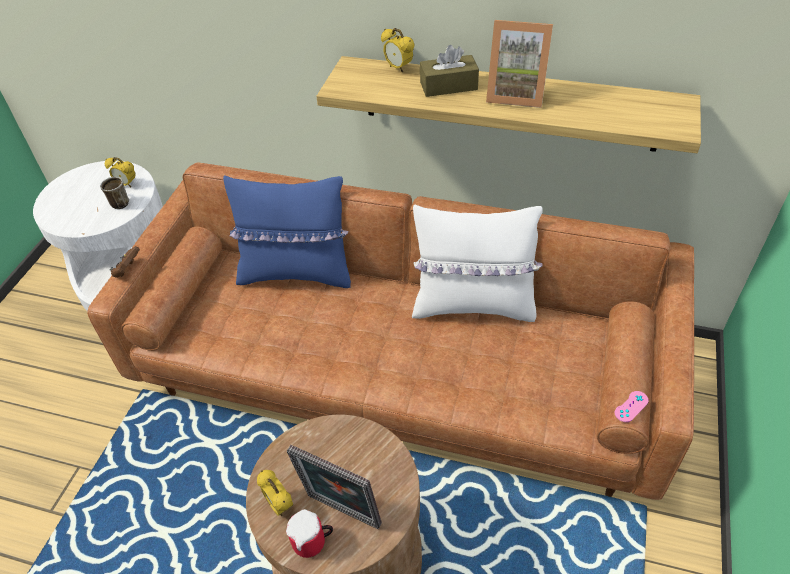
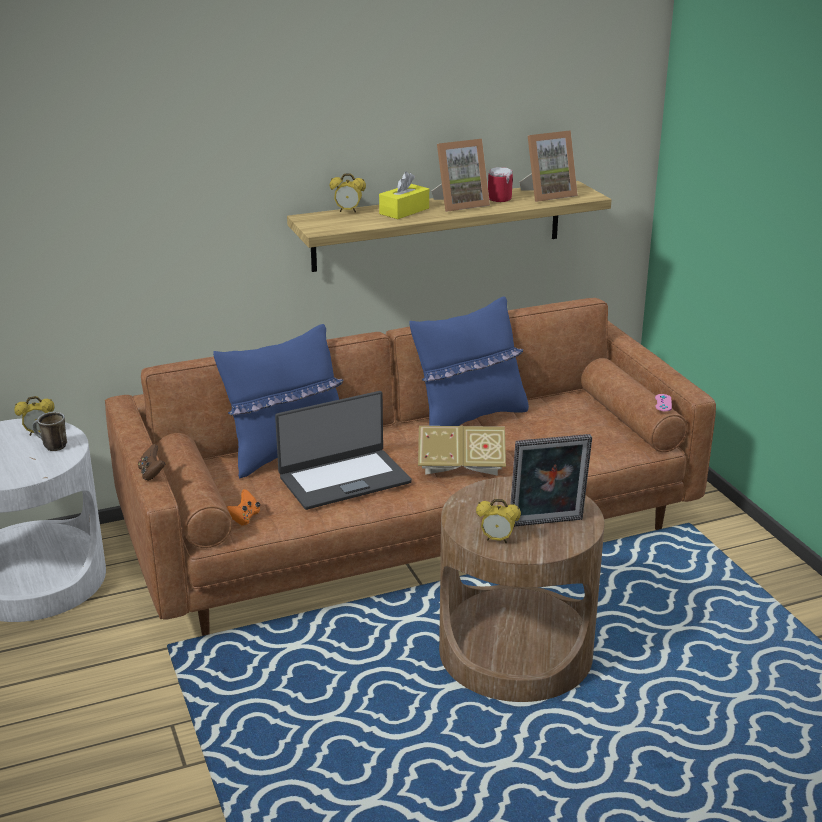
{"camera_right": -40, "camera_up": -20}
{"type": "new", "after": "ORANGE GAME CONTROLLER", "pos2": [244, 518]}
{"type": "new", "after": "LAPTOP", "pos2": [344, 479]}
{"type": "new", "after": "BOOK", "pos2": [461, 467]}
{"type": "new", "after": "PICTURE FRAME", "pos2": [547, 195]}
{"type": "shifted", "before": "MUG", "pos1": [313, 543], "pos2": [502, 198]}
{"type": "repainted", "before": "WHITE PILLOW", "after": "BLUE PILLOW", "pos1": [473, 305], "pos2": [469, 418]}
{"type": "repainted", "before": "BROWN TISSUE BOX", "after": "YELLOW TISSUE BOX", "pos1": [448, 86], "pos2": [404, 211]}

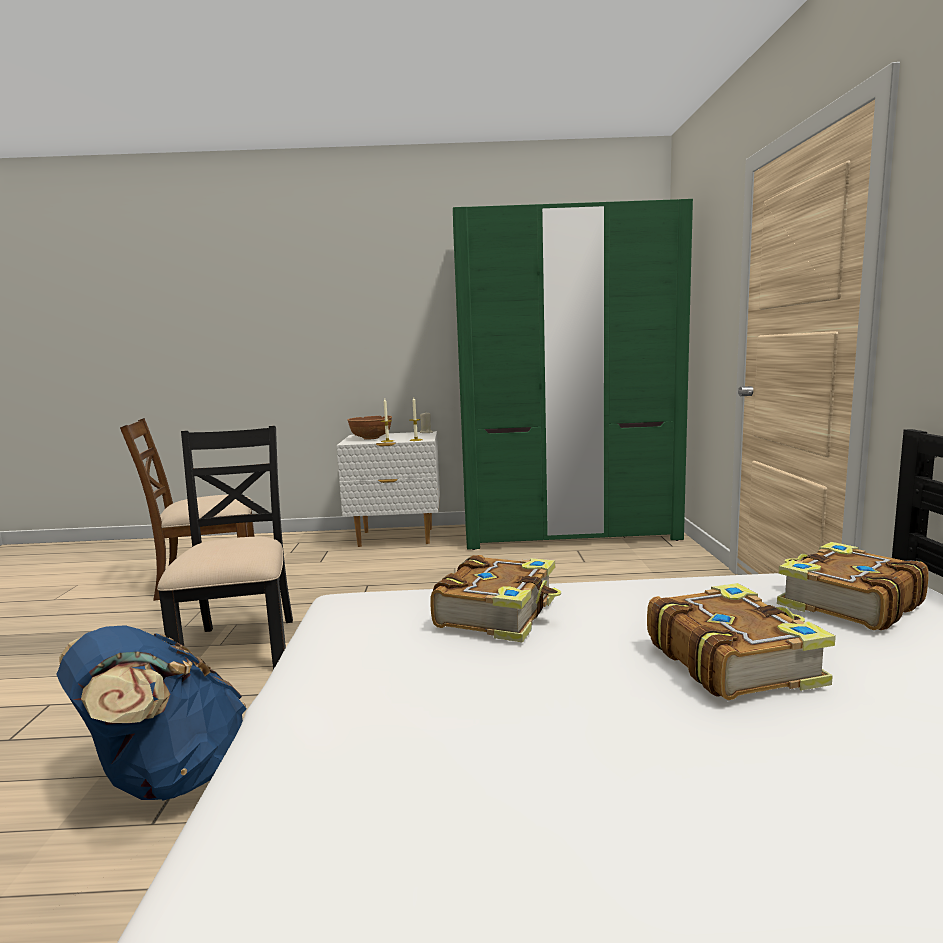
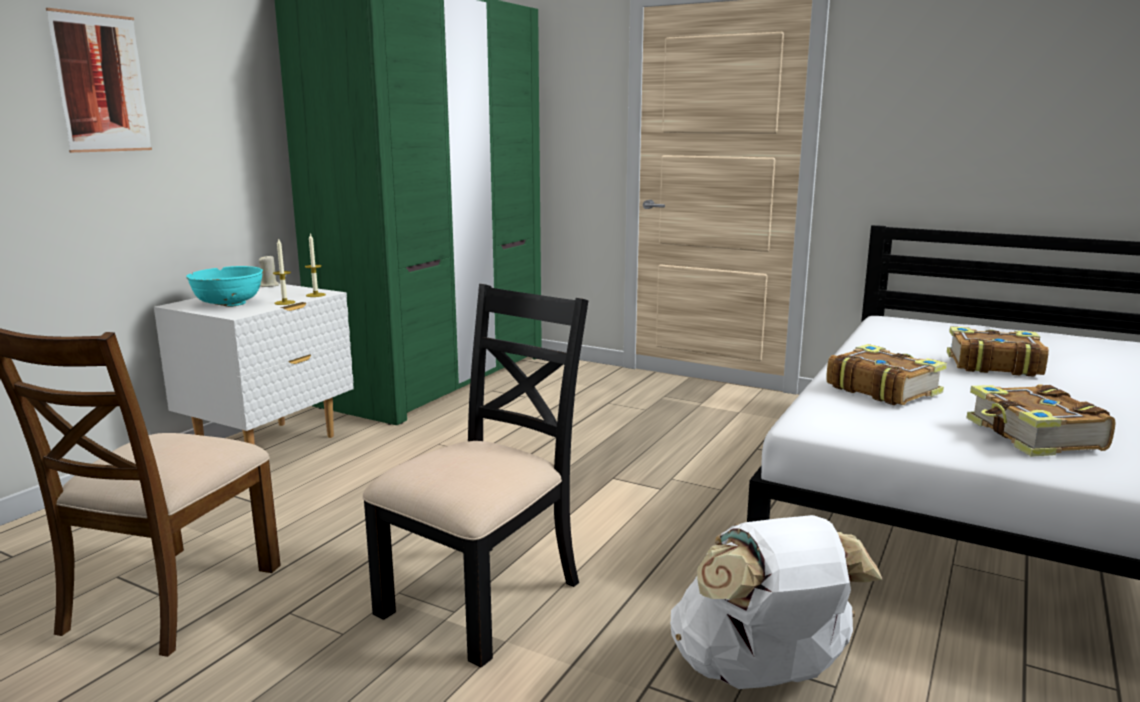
{"camera_right": -60, "camera_up": 5}
{"type": "new", "after": "PICTURE", "pos2": [101, 83]}
{"type": "shifted", "before": "BOOK", "pos1": [847, 603], "pos2": [1034, 436]}
{"type": "repainted", "before": "BLUE BACKPACK", "after": "WHITE BACKPACK", "pos1": [165, 779], "pos2": [761, 674]}
{"type": "repainted", "before": "BROWN BOWL", "after": "TURQUOISE BOWL", "pos1": [371, 438], "pos2": [228, 304]}
{"type": "rotated", "before": "BLACK CHAIR", "pos1": [241, 647], "pos2": [483, 597], "turn": 105}

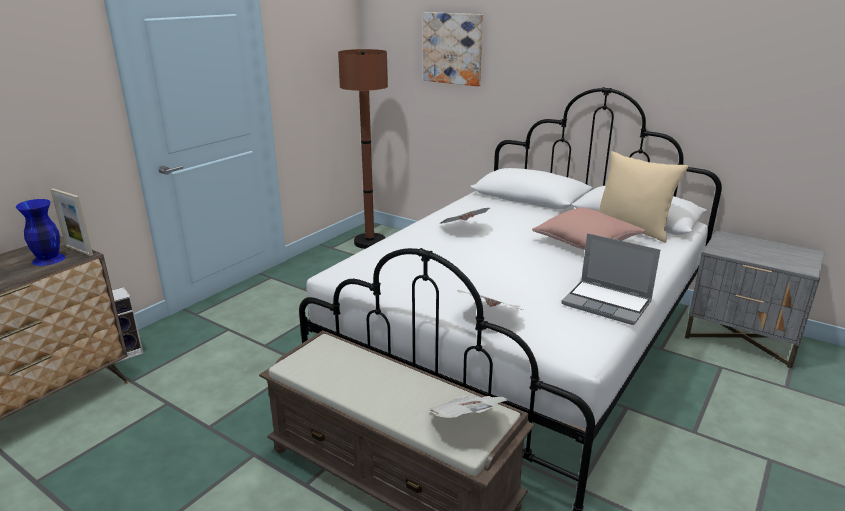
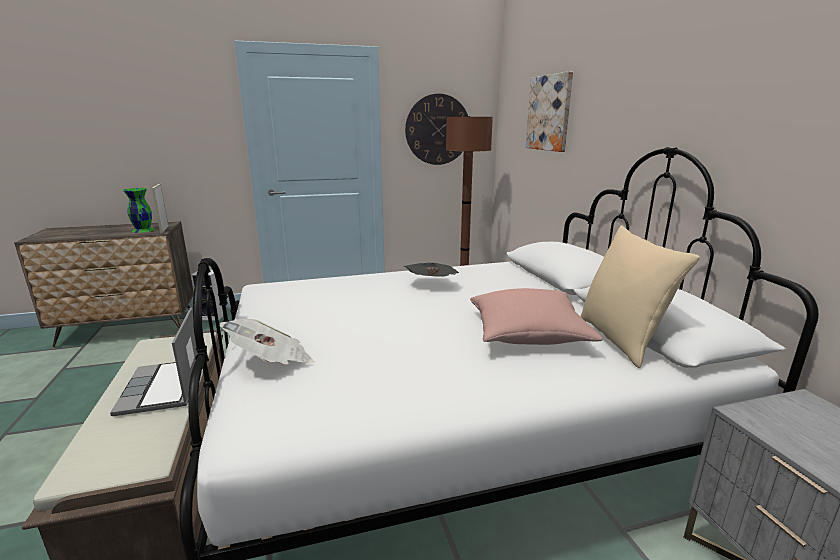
{"camera_right": 40, "camera_up": -5}
{"type": "gone", "before": "NEWSPAPER", "pos1": [466, 421]}
{"type": "new", "after": "WALL CLOCK", "pos2": [437, 130]}
{"type": "shifted", "before": "LAPTOP", "pos1": [608, 303], "pos2": [163, 388]}
{"type": "repainted", "before": "BLUE VASE", "after": "GREEN VASE", "pos1": [48, 259], "pos2": [143, 230]}

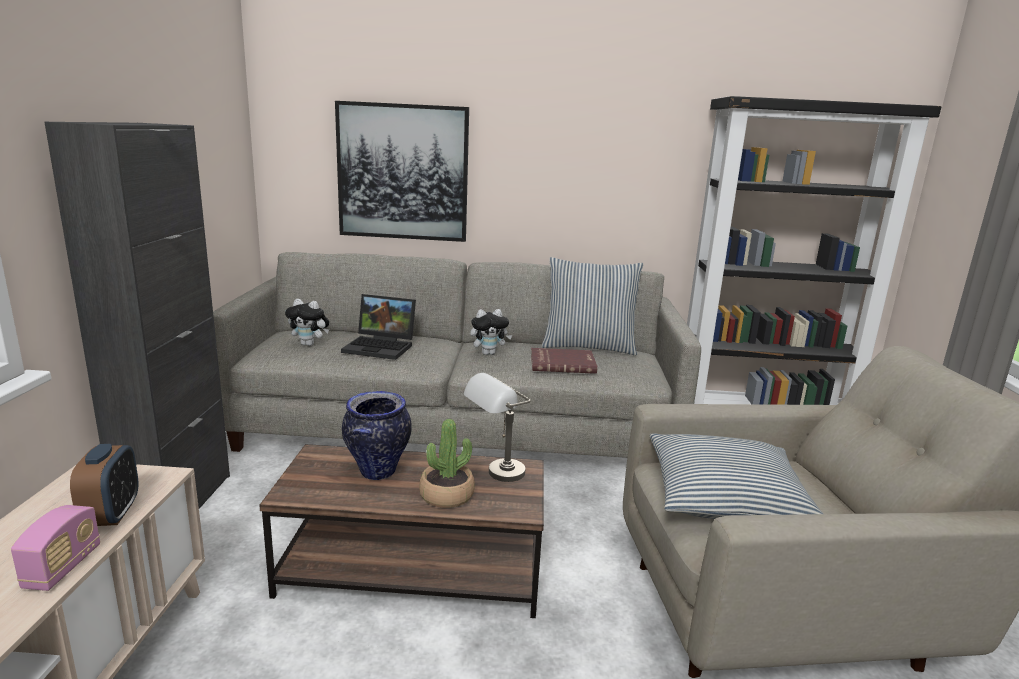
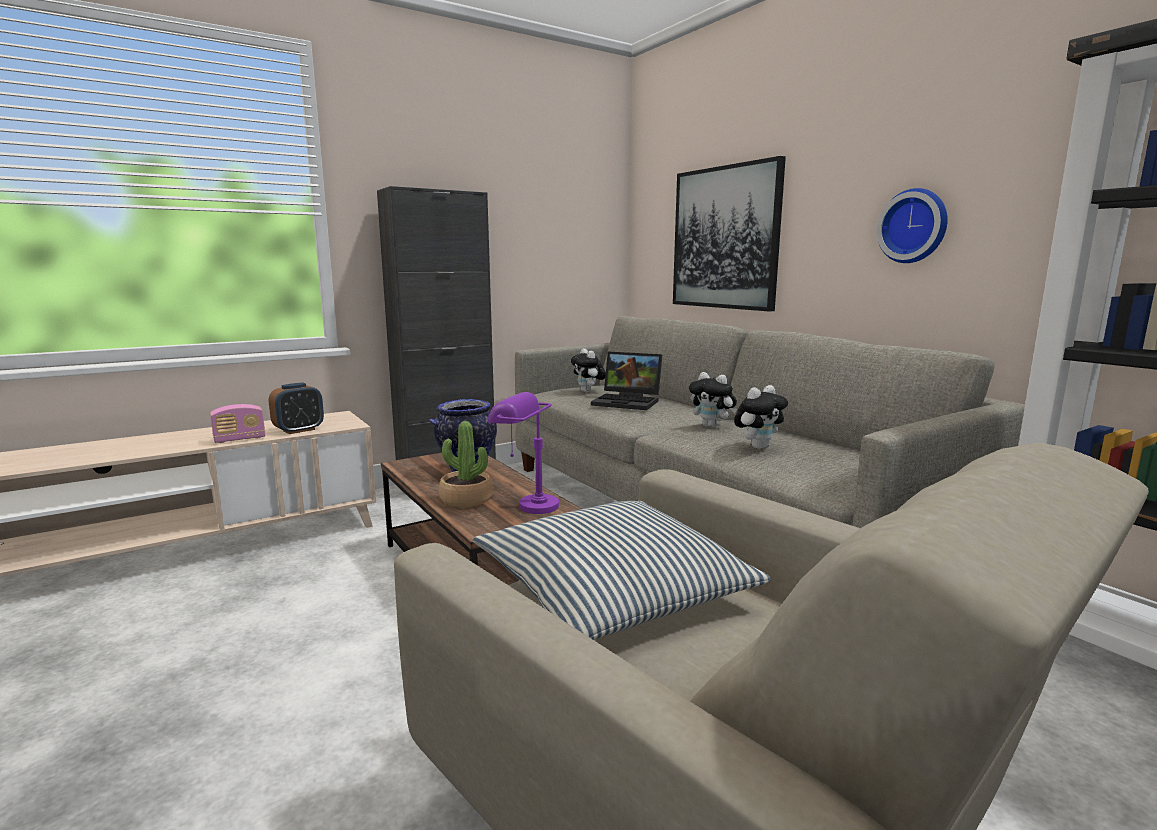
{"camera_right": 55, "camera_up": -5}
{"type": "gone", "before": "PILLOW", "pos1": [588, 347]}
{"type": "new", "after": "WALL CLOCK", "pos2": [914, 226]}
{"type": "swapped", "before": "RED BOOK", "after": "PLUSH TOY", "pos1": [562, 363], "pos2": [758, 446]}
{"type": "repainted", "before": "GREY TABLE LAMP", "after": "PURPLE TABLE LAMP", "pos1": [496, 476], "pos2": [525, 505]}
{"type": "rotated", "before": "LAPTOP", "pos1": [381, 347], "pos2": [628, 402], "turn": -45}

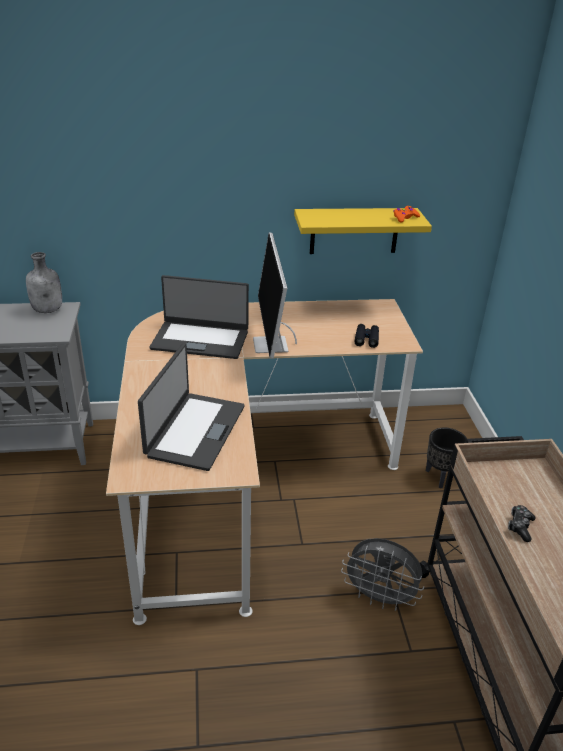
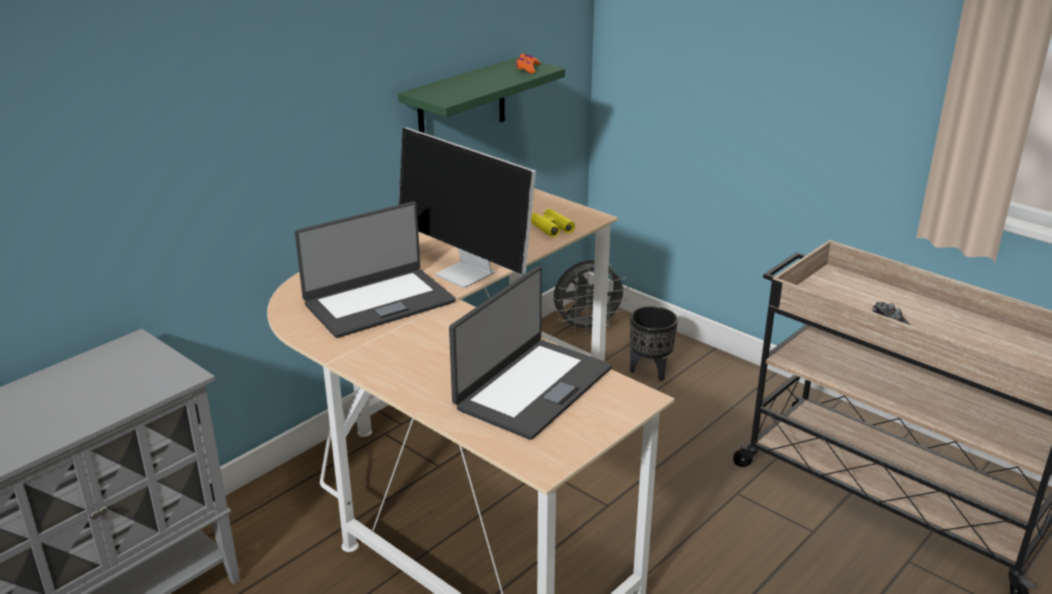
{"camera_right": -40, "camera_up": -5}
{"type": "gone", "before": "GREY BOTTLE", "pos1": [48, 310]}
{"type": "shifted", "before": "GREY FAN", "pos1": [380, 598], "pos2": [587, 327]}
{"type": "repainted", "before": "YELLOW SHELF", "after": "GREEN SHELF", "pos1": [354, 231], "pos2": [462, 104]}
{"type": "repainted", "before": "BLACK BINOCULARS", "after": "YELLOW BINOCULARS", "pos1": [366, 339], "pos2": [551, 228]}
{"type": "rotated", "before": "LAPTOP", "pos1": [194, 430], "pos2": [532, 387], "turn": 60}

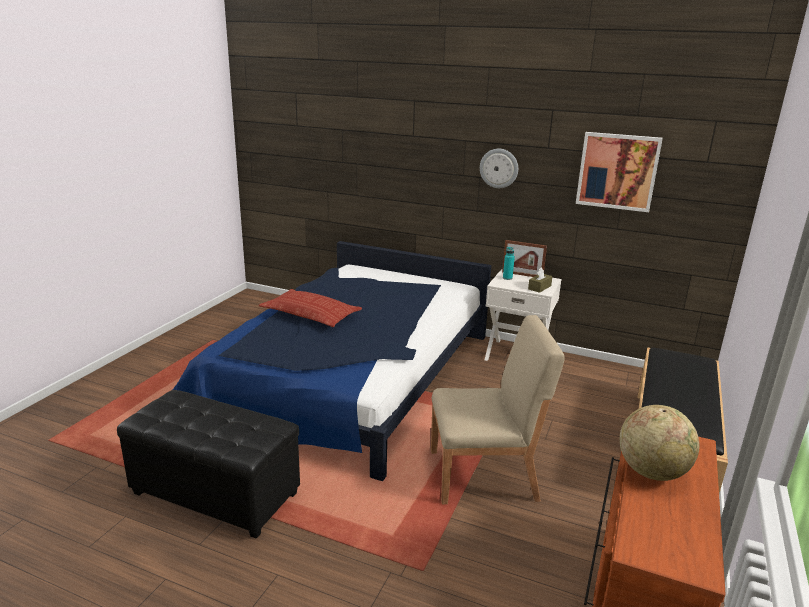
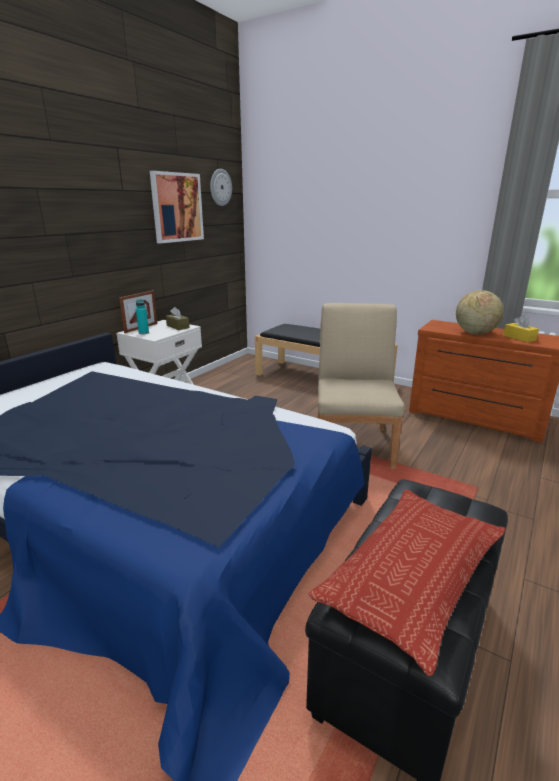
{"camera_right": -80, "camera_up": 0}
{"type": "new", "after": "YELLOW TISSUE BOX", "pos2": [519, 338]}
{"type": "shifted", "before": "PILLOW", "pos1": [310, 314], "pos2": [413, 574]}
{"type": "shifted", "before": "WALL CLOCK", "pos1": [499, 168], "pos2": [220, 187]}

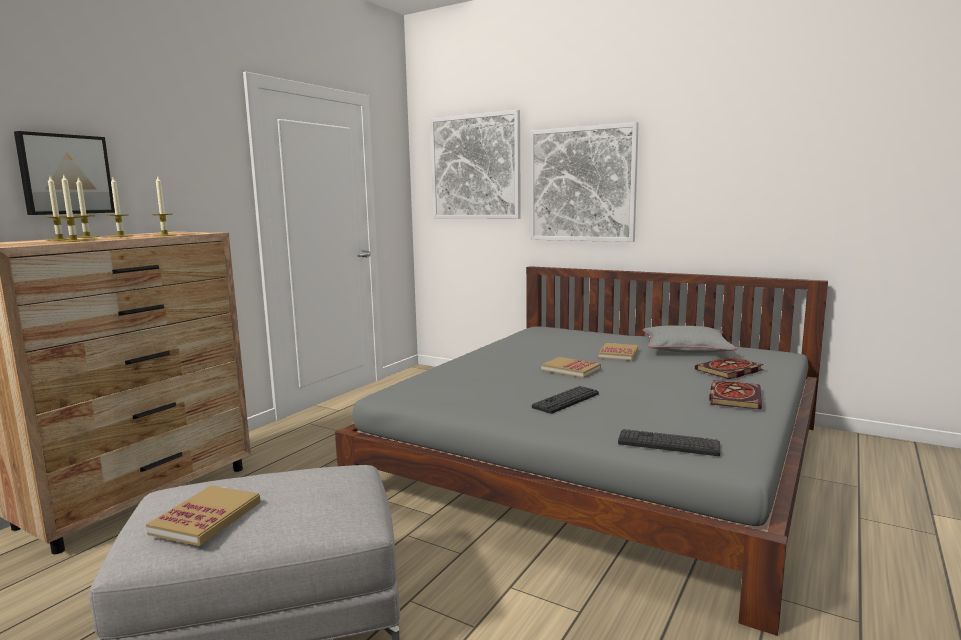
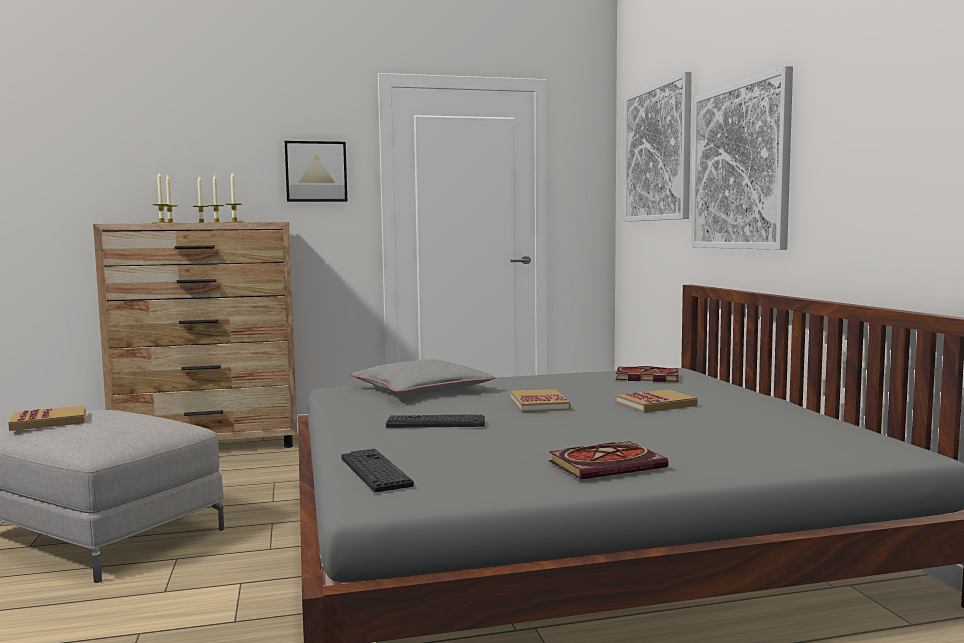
{"camera_right": 45, "camera_up": -5}
{"type": "shifted", "before": "PICTURE", "pos1": [65, 174], "pos2": [316, 172]}
{"type": "shifted", "before": "GREY PILLOW", "pos1": [686, 348], "pos2": [422, 390]}
{"type": "shifted", "before": "BOOK", "pos1": [729, 371], "pos2": [645, 377]}

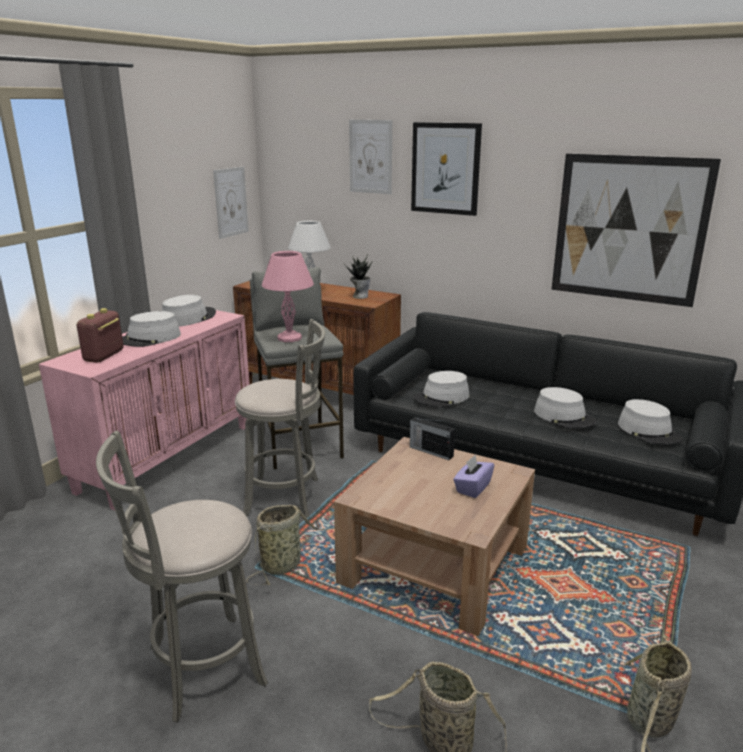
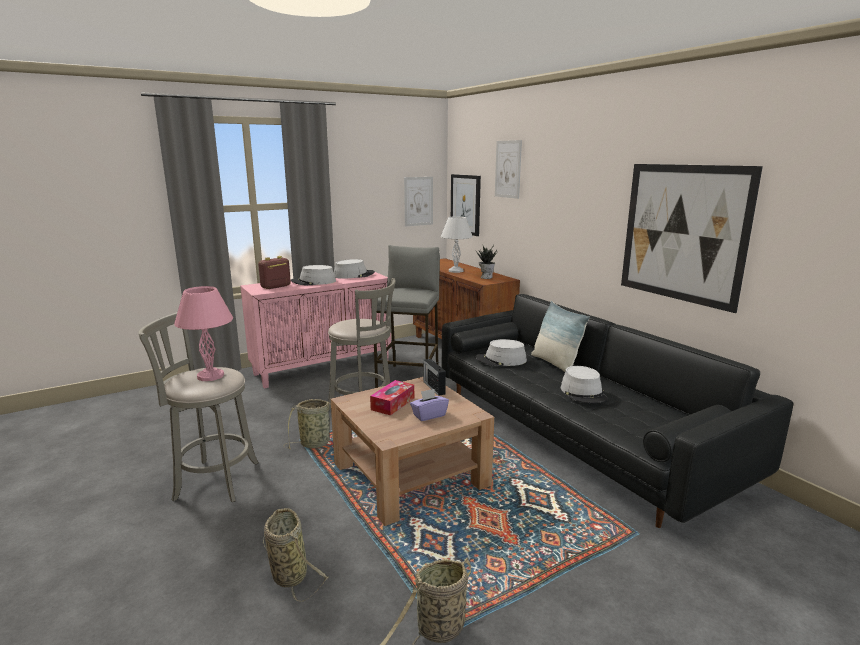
{"camera_right": 30, "camera_up": -5}
{"type": "gone", "before": "GREY HAT", "pos1": [649, 431]}
{"type": "new", "after": "TISSUE BOX", "pos2": [393, 403]}
{"type": "new", "after": "PILLOW", "pos2": [555, 363]}
{"type": "shifted", "before": "PINK TABLE LAMP", "pos1": [290, 338], "pos2": [211, 376]}
{"type": "shifted", "before": "PICTURE", "pos1": [445, 168], "pos2": [466, 204]}

